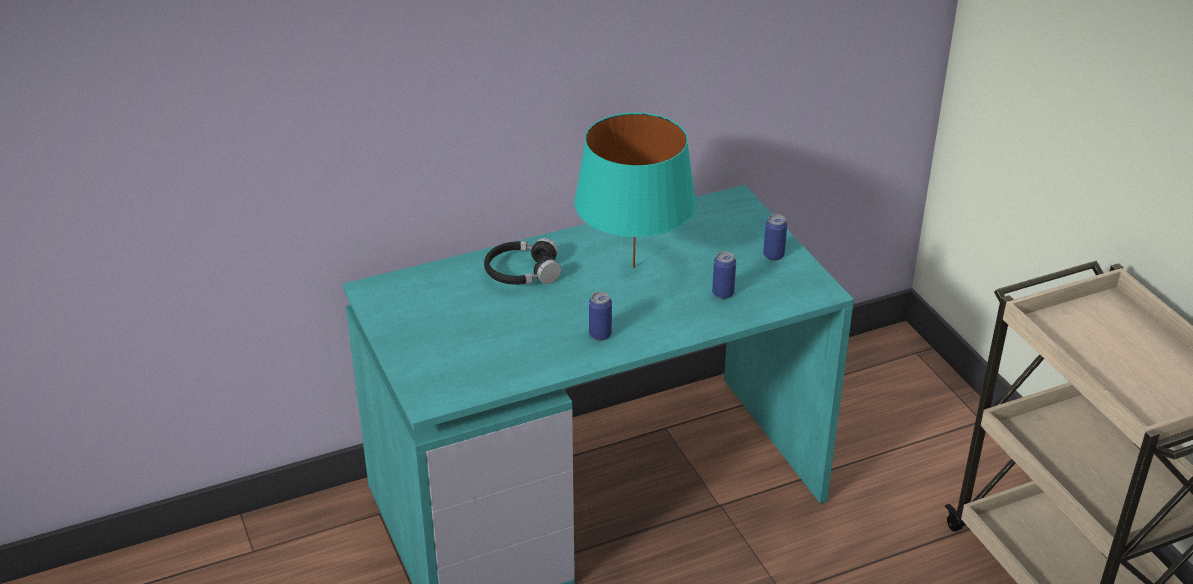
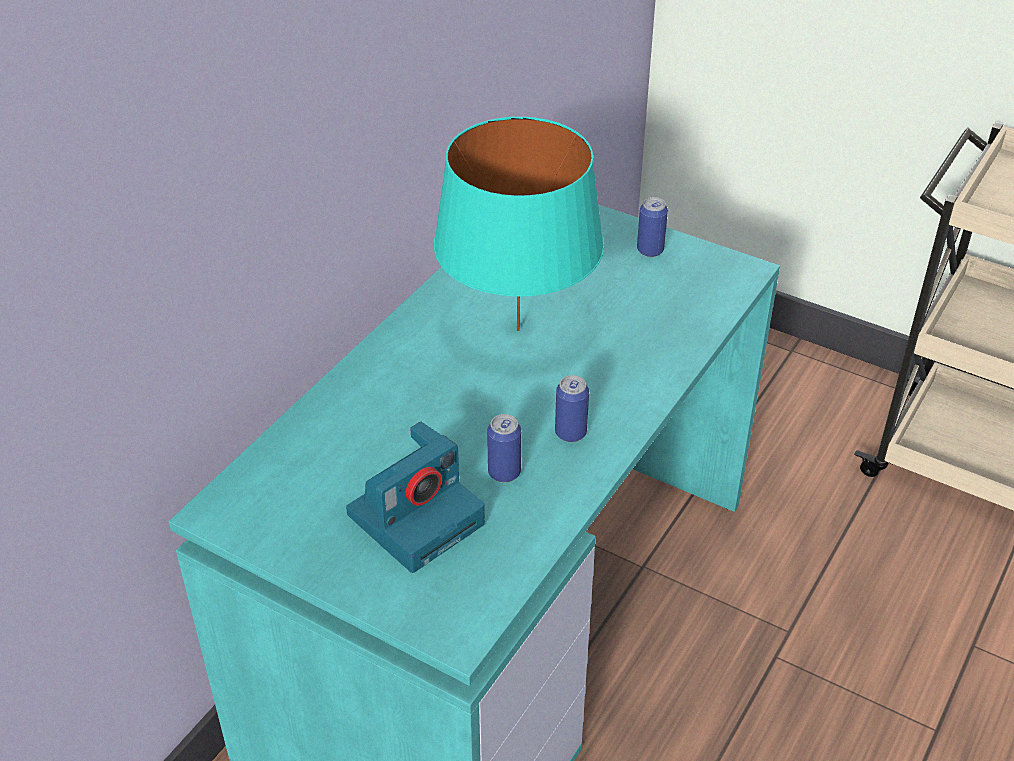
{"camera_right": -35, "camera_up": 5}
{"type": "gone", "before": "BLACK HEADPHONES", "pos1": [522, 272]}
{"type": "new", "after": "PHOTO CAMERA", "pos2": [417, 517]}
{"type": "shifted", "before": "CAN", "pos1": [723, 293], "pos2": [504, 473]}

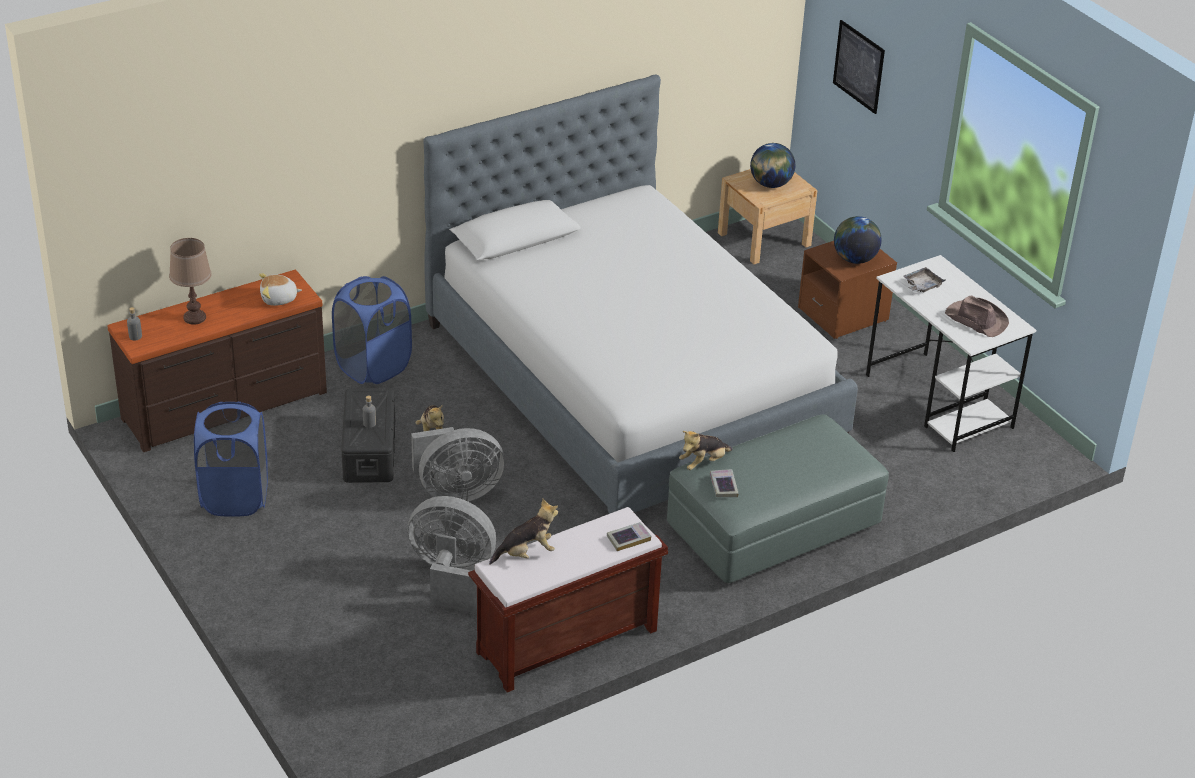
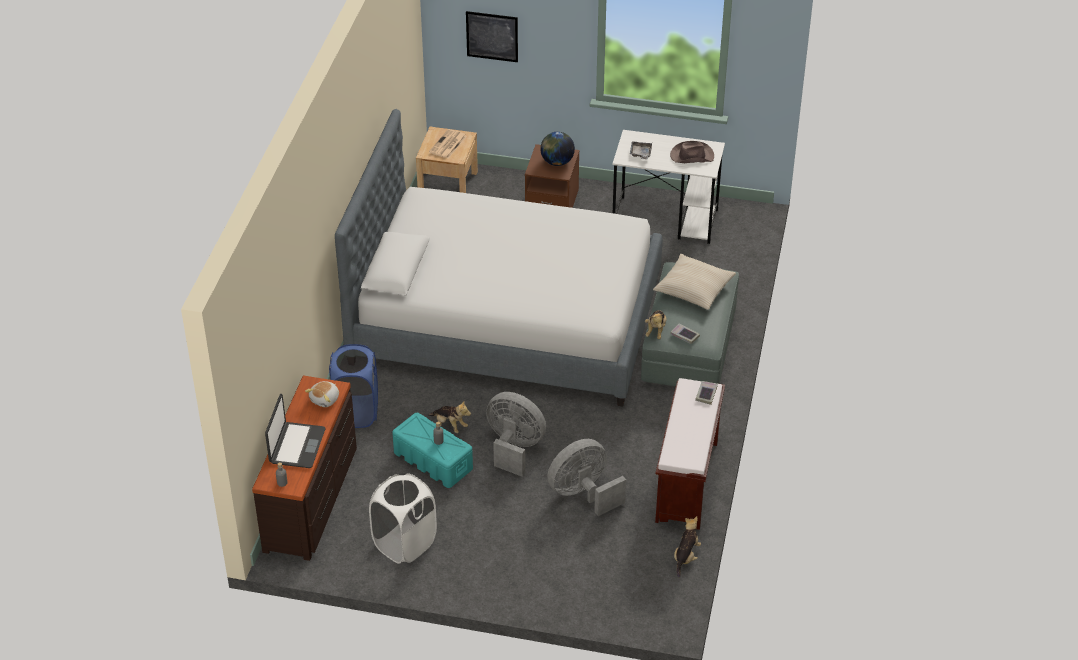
{"camera_right": -45, "camera_up": 5}
{"type": "new", "after": "BEIGE PILLOW", "pos2": [693, 289]}
{"type": "shifted", "before": "PLUSH TOY", "pos1": [526, 553], "pos2": [686, 557]}
{"type": "swapped", "before": "BROWN TABLE LAMP", "after": "LAPTOP", "pos1": [195, 317], "pos2": [296, 446]}
{"type": "swapped", "before": "GLOBE", "after": "NEWSPAPER", "pos1": [770, 184], "pos2": [448, 145]}
{"type": "repainted", "before": "BLUE LAUNDRY BASKET", "after": "WHITE LAUNDRY BASKET", "pos1": [235, 497], "pos2": [404, 544]}
{"type": "repainted", "before": "BLACK STORAGE BOX", "after": "TURQUOISE STORAGE BOX", "pos1": [369, 450], "pos2": [432, 460]}
{"type": "rotated", "before": "GREY FAN", "pos1": [456, 492], "pos2": [514, 448], "turn": -90}

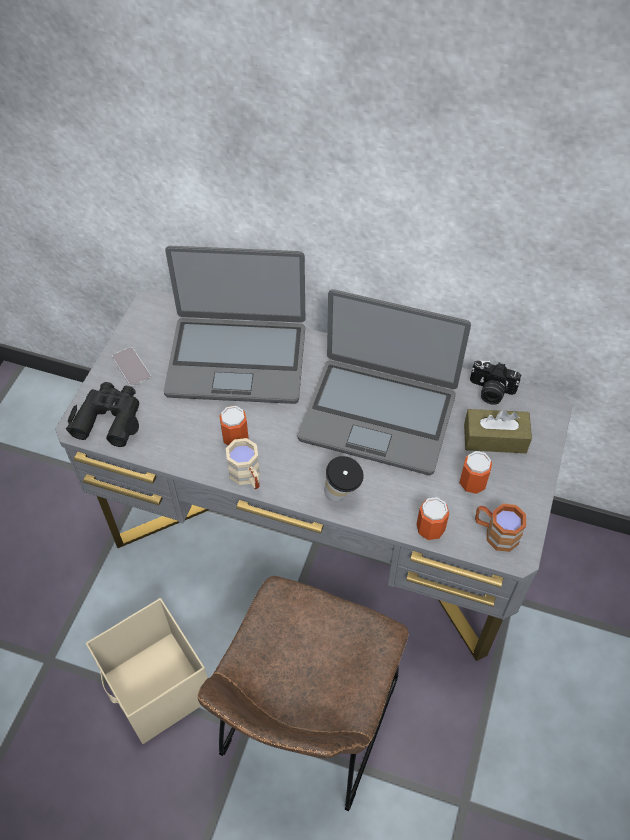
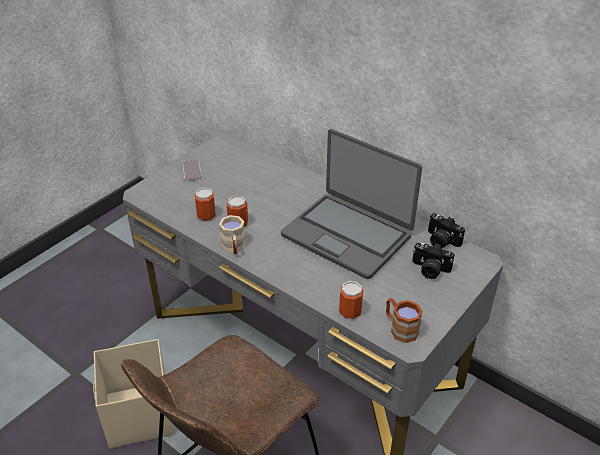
{"camera_right": 20, "camera_up": -15}
{"type": "gone", "before": "BLACK BINOCULARS", "pos1": [109, 418]}
{"type": "gone", "before": "LAPTOP", "pos1": [237, 359]}
{"type": "gone", "before": "CUP", "pos1": [342, 495]}
{"type": "shifted", "before": "CAN", "pos1": [472, 483], "pos2": [206, 216]}
{"type": "swapped", "before": "BROWN TISSUE BOX", "after": "PHOTO CAMERA", "pos1": [495, 438], "pos2": [429, 270]}

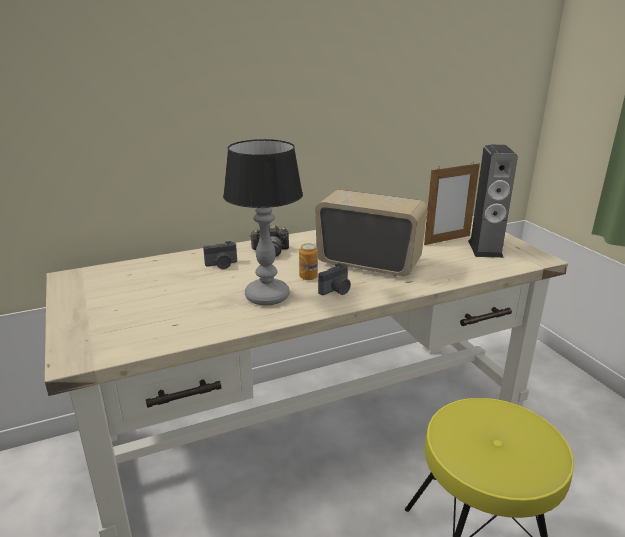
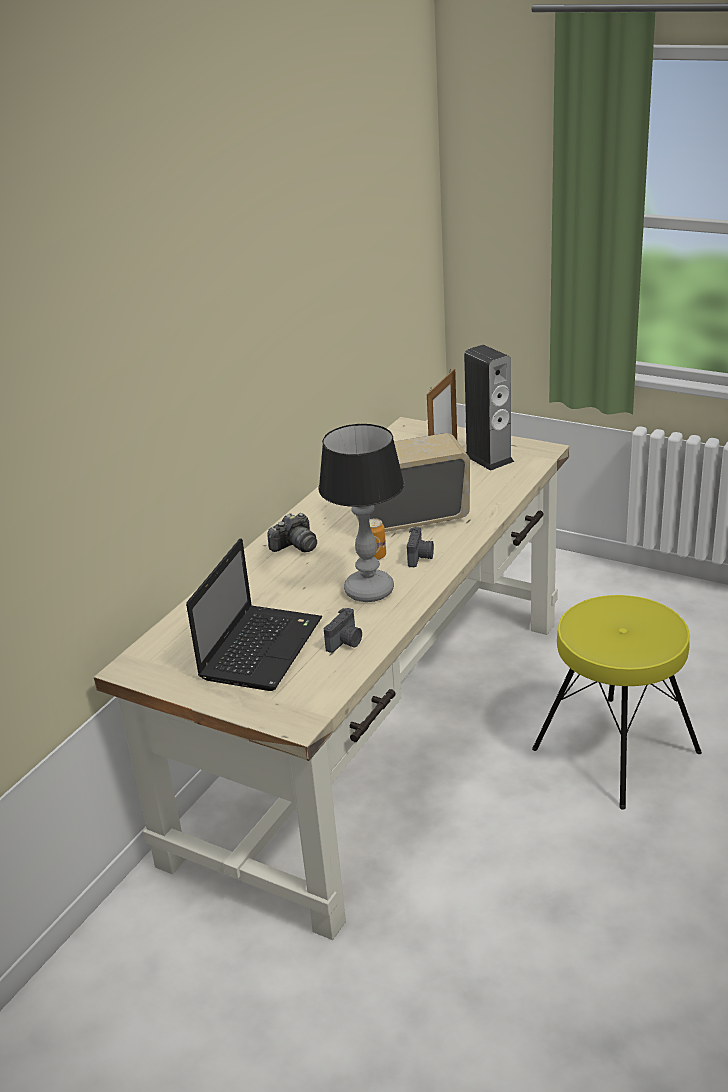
{"camera_right": -35, "camera_up": 5}
{"type": "new", "after": "LAPTOP", "pos2": [262, 647]}
{"type": "shifted", "before": "PHOTO CAMERA", "pos1": [222, 265], "pos2": [346, 642]}

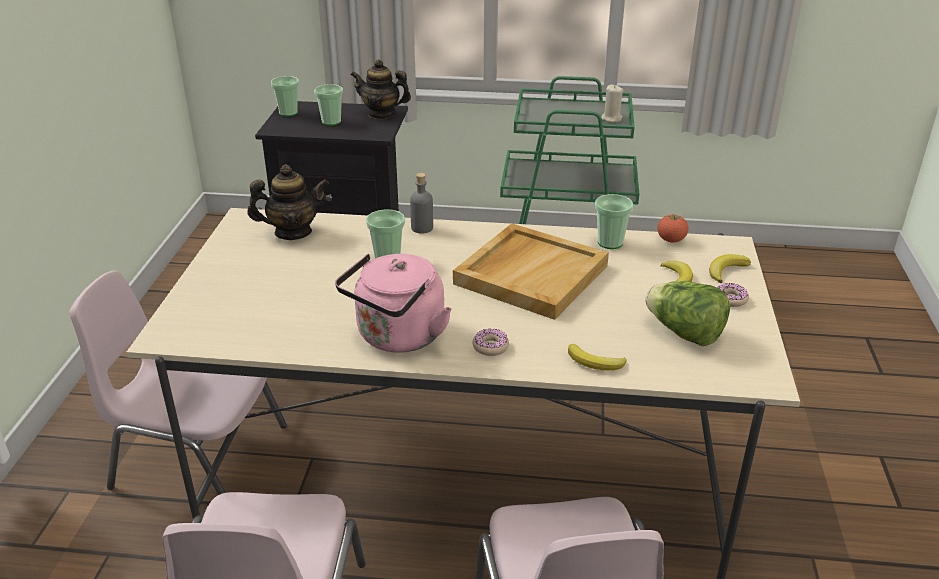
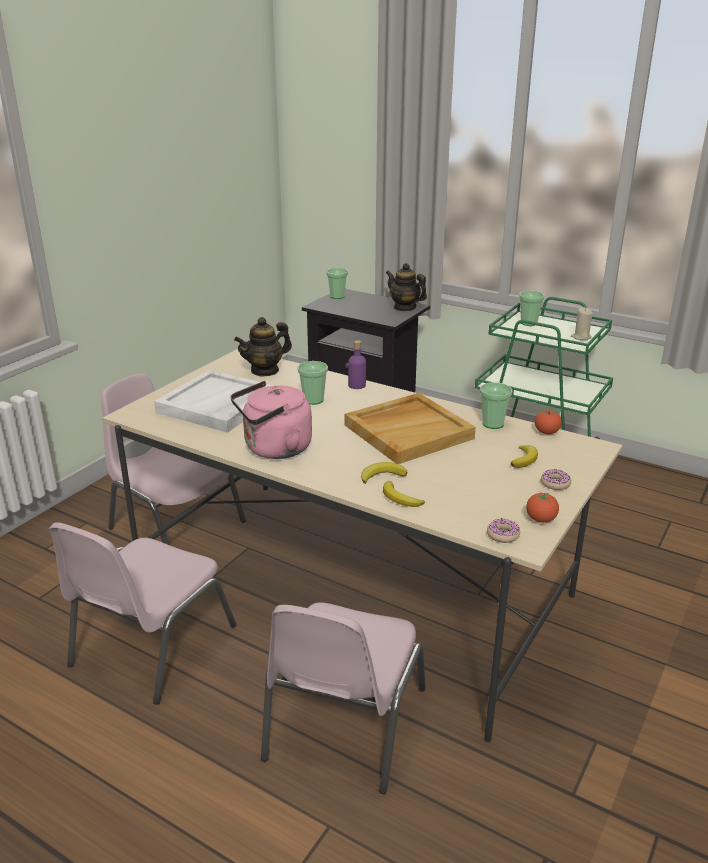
{"camera_right": 25, "camera_up": -5}
{"type": "gone", "before": "LETTUCE", "pos1": [684, 333]}
{"type": "new", "after": "WHITE TRAY", "pos2": [218, 405]}
{"type": "new", "after": "TOMATO", "pos2": [541, 519]}
{"type": "shifted", "before": "CUP", "pos1": [331, 122], "pos2": [528, 323]}
{"type": "shifted", "before": "DONUT", "pos1": [490, 347], "pos2": [503, 535]}
{"type": "shifted", "before": "BANANA", "pos1": [726, 270], "pos2": [382, 475]}
{"type": "repainted", "before": "GREY BOTTLE", "after": "PURPLE BOTTLE", "pos1": [422, 228], "pos2": [357, 385]}
{"type": "rotated", "before": "TEAPOT", "pos1": [293, 232], "pos2": [265, 370], "turn": 135}

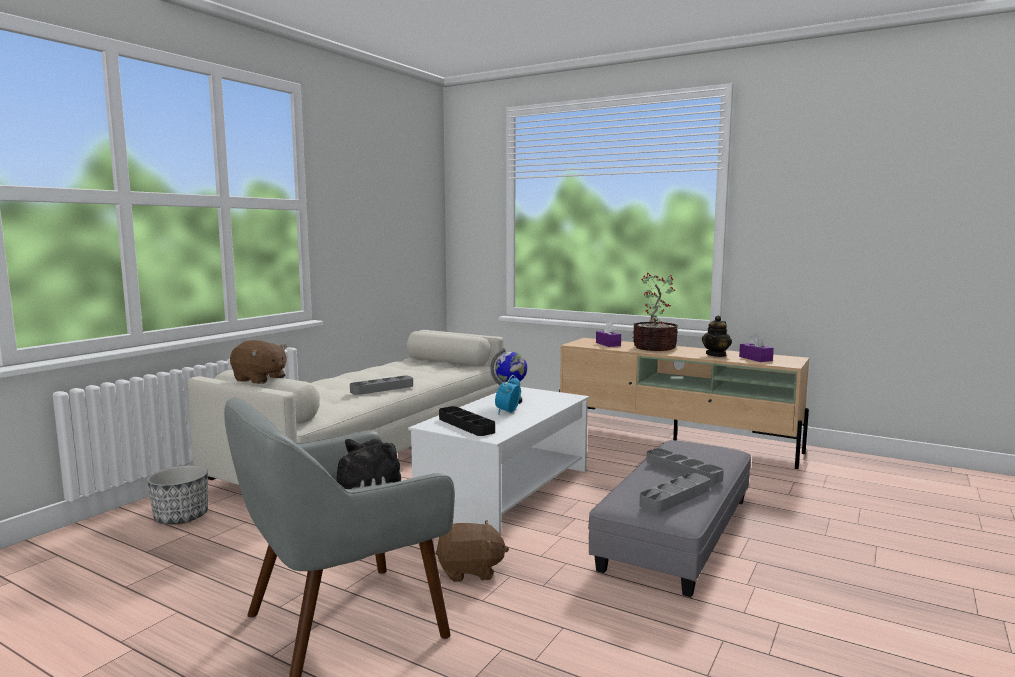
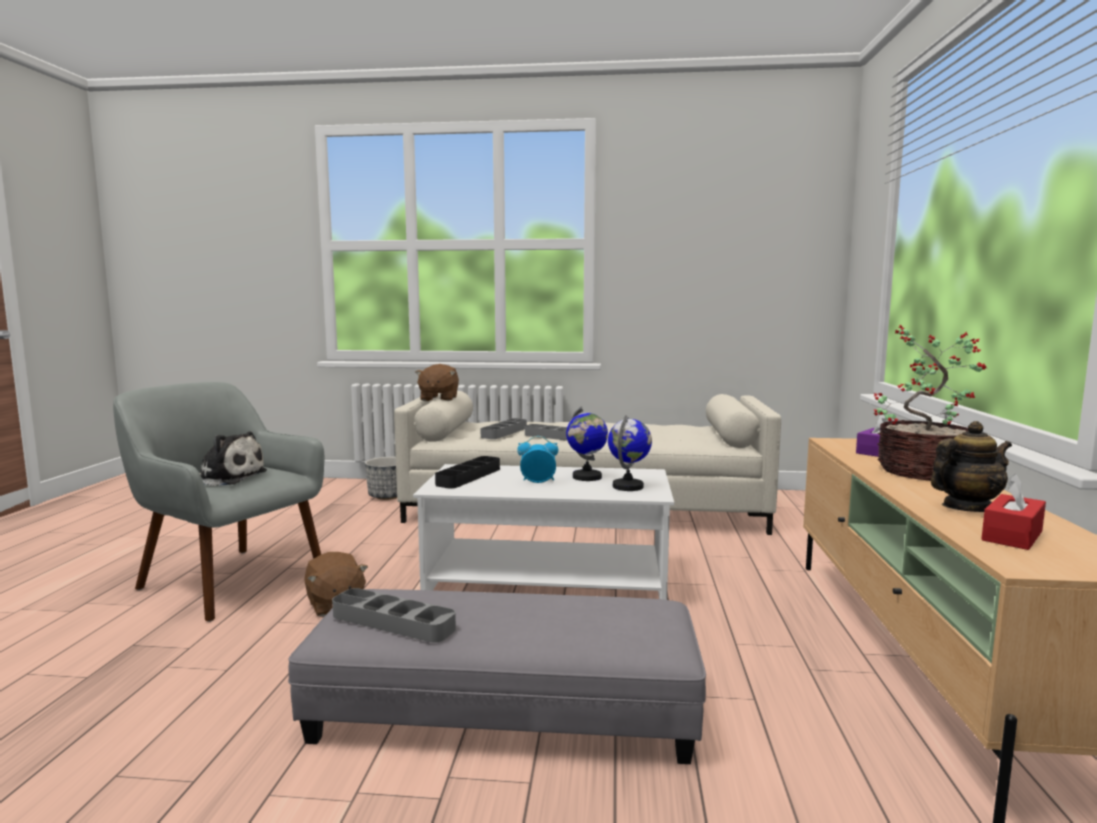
{"camera_right": 65, "camera_up": 0}
{"type": "new", "after": "GLOBE", "pos2": [628, 486]}
{"type": "shifted", "before": "GREY TRAY", "pos1": [683, 470], "pos2": [504, 432]}
{"type": "repainted", "before": "PURPLE TISSUE BOX", "after": "RED TISSUE BOX", "pos1": [755, 358], "pos2": [1012, 536]}
{"type": "rotated", "before": "TEAPOT", "pos1": [716, 355], "pos2": [966, 507], "turn": 150}

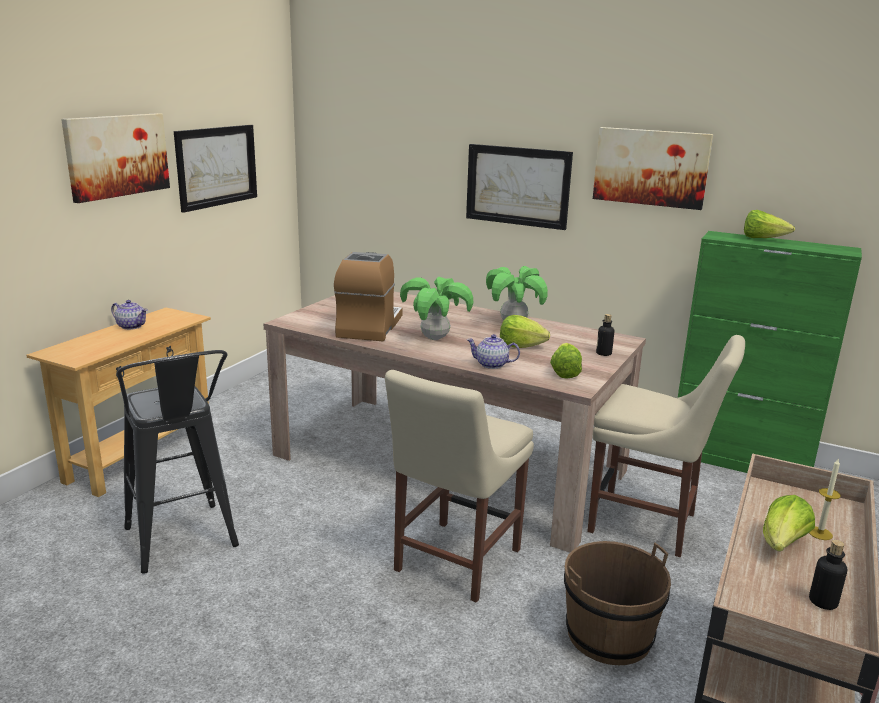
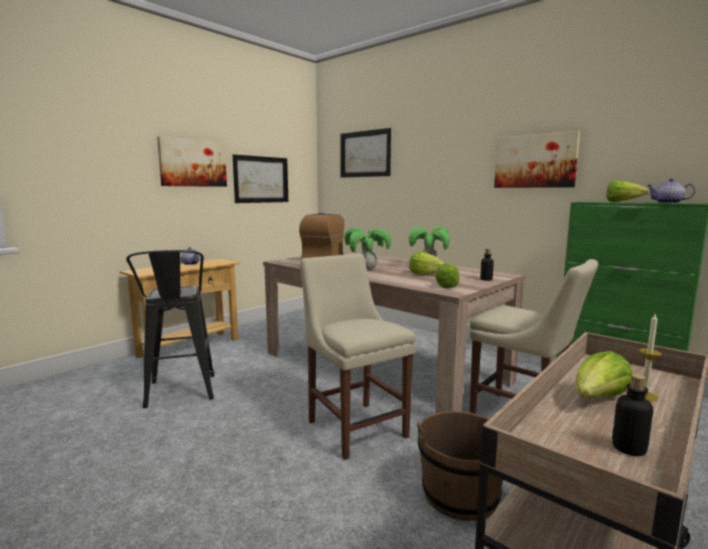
{"camera_right": 15, "camera_up": -10}
{"type": "shifted", "before": "PICTURE", "pos1": [518, 186], "pos2": [365, 154]}
{"type": "shifted", "before": "TEAPOT", "pos1": [492, 365], "pos2": [668, 203]}
{"type": "rotated", "before": "BEIGE CHAIR", "pos1": [454, 563], "pos2": [354, 426], "turn": 105}

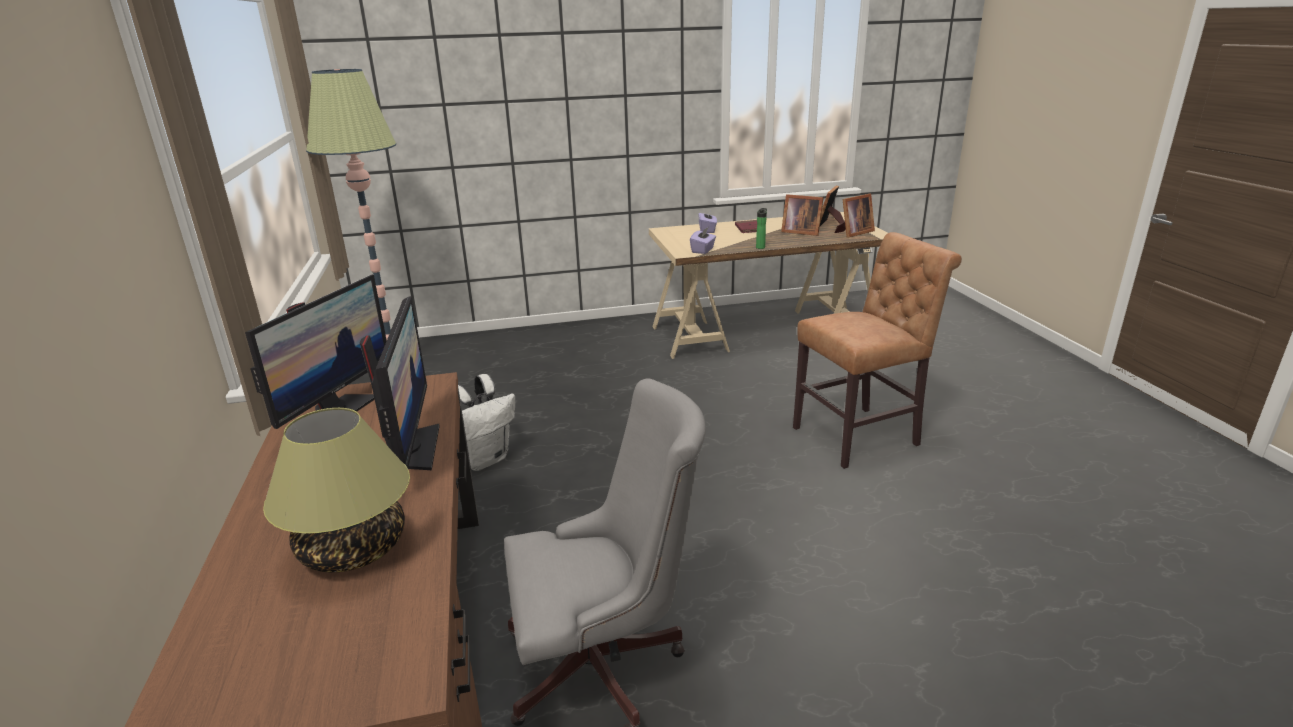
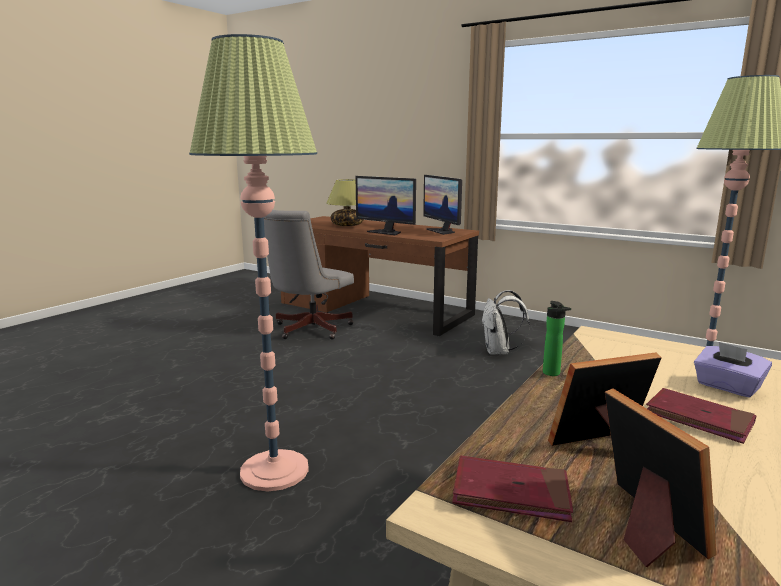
{"camera_right": 135, "camera_up": -10}
{"type": "gone", "before": "PURPLE TISSUE BOX", "pos1": [703, 250]}
{"type": "swapped", "before": "BROWN CHAIR", "after": "FLOOR LAMP", "pos1": [861, 435], "pos2": [274, 470]}
{"type": "swapped", "before": "PICTURE FRAME", "after": "RED BOOK", "pos1": [853, 233], "pos2": [511, 493]}

